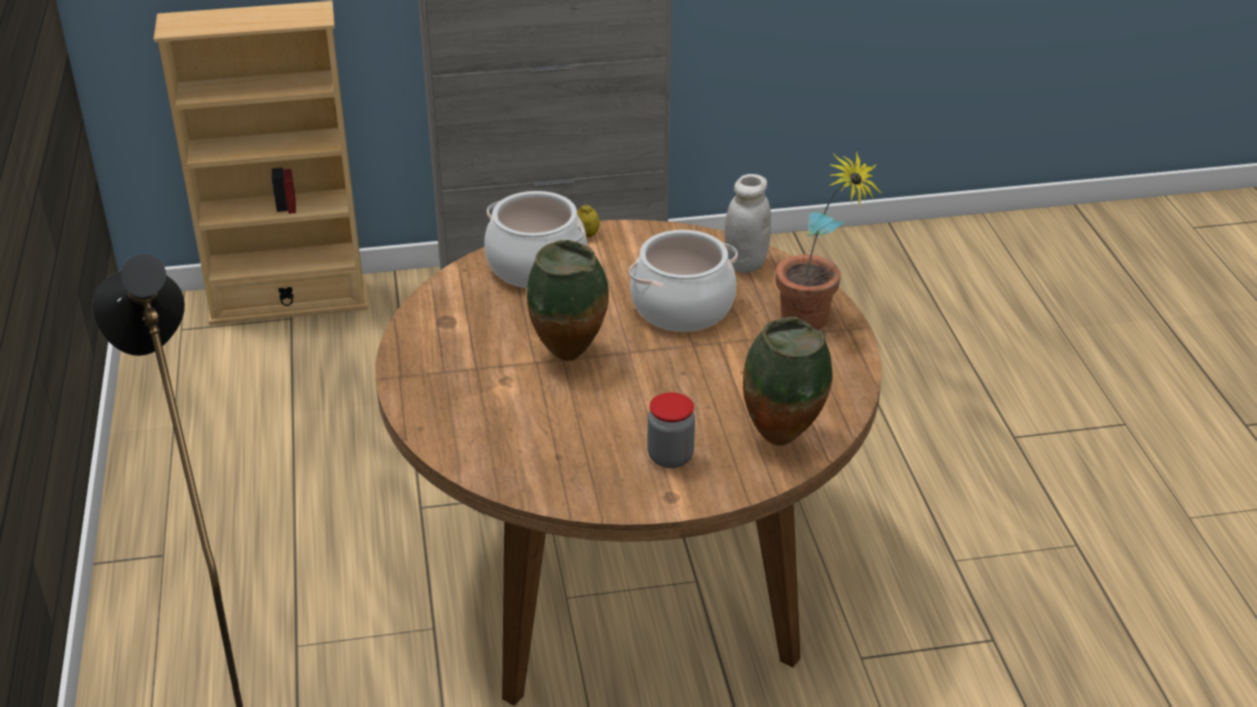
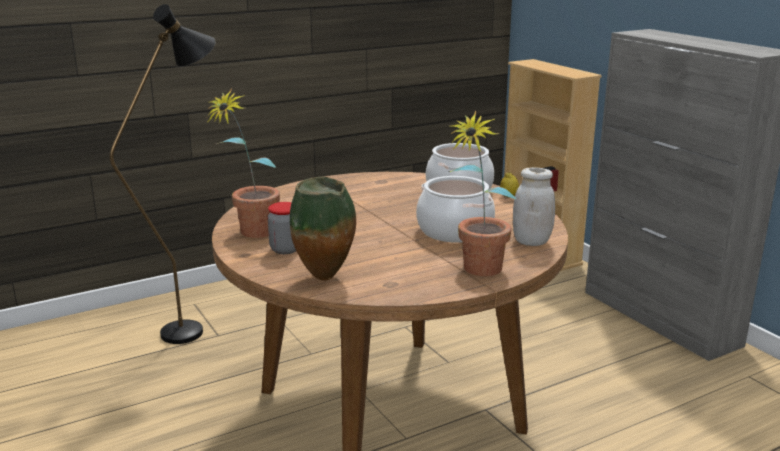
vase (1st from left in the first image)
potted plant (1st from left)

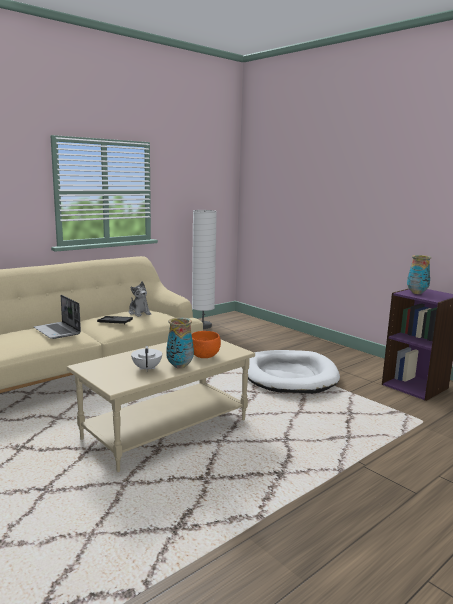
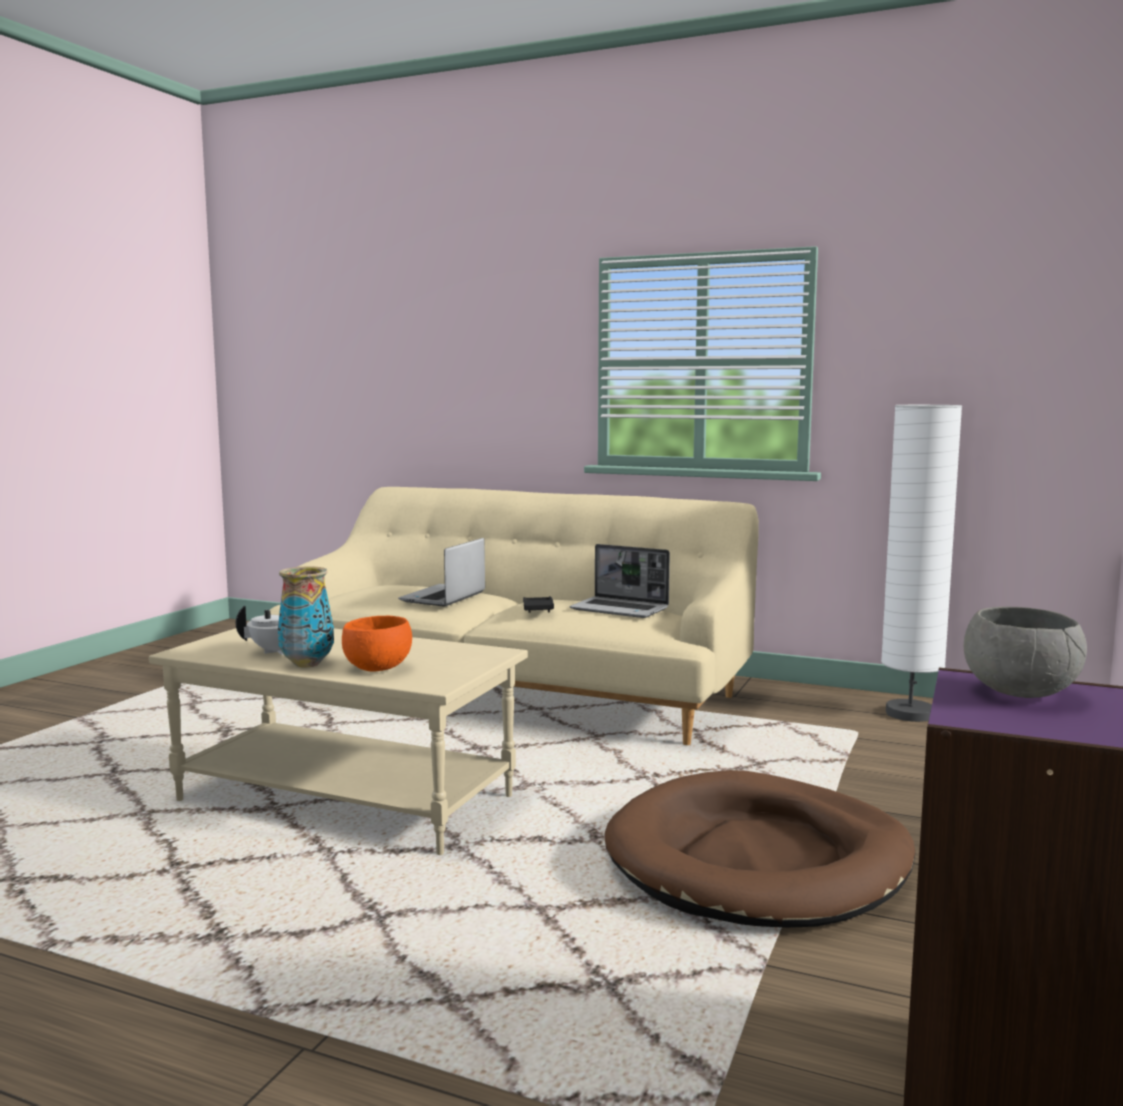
grey bowl
laptop (2nd from left)
brown dog bed

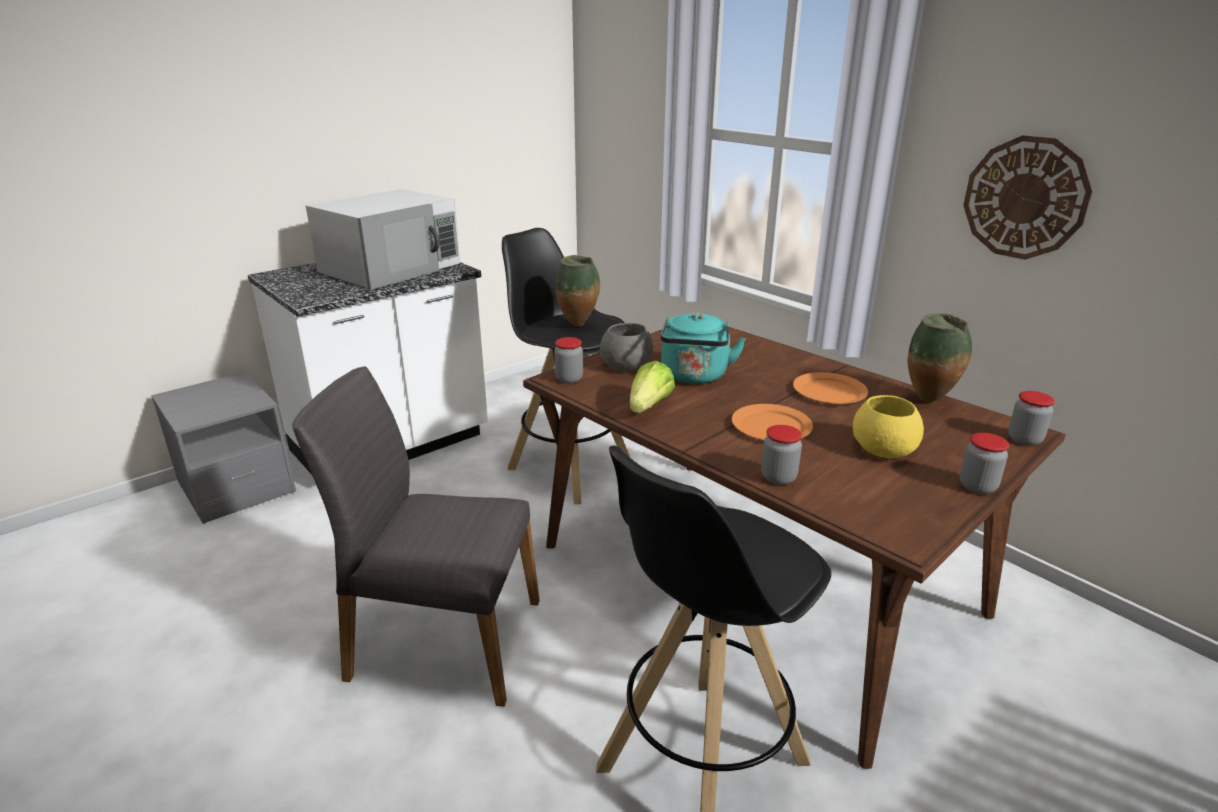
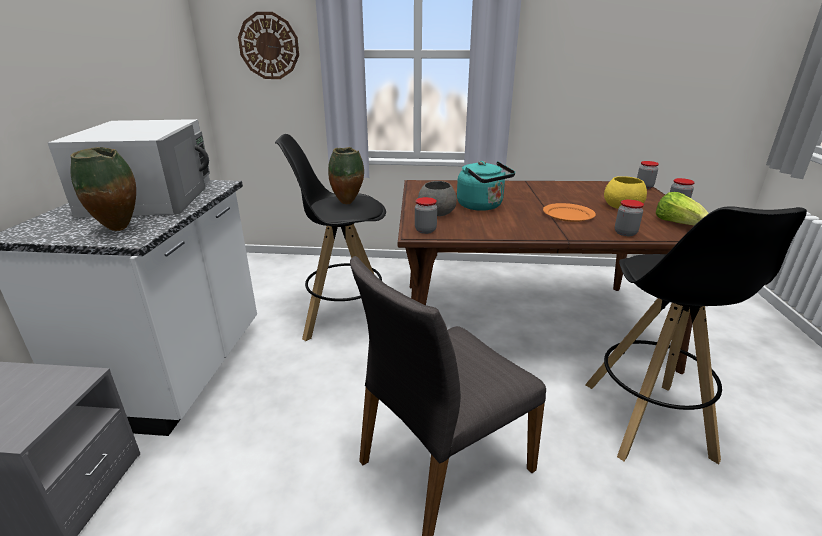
wall clock
vase (1st from left)
lettuce
orange plate (2nd from left in the first image)

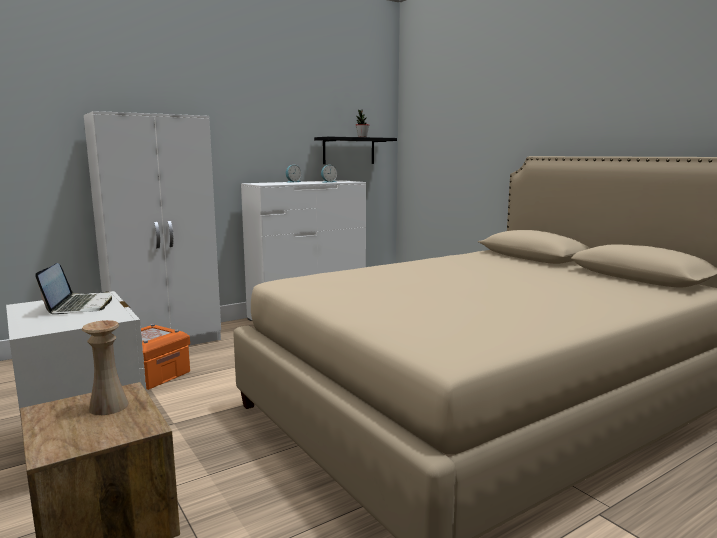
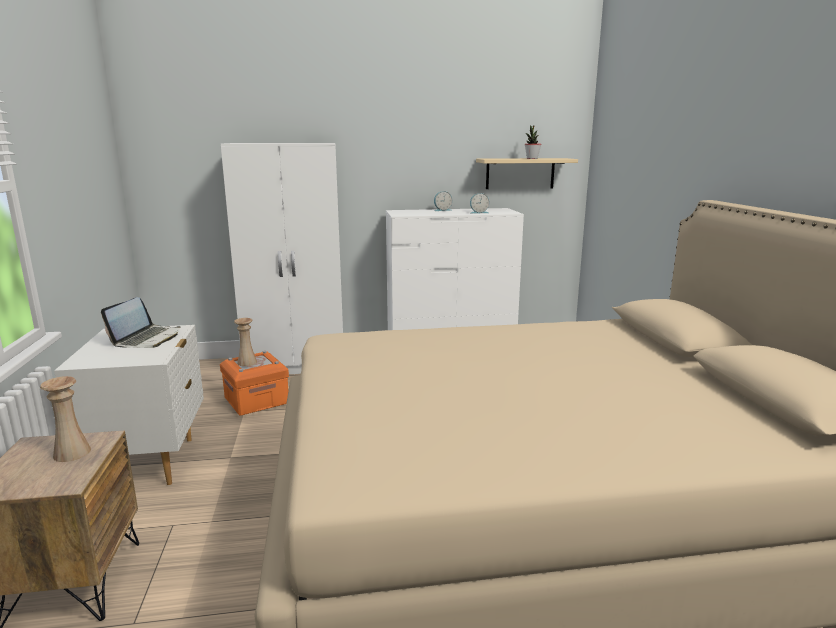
beige shelf
beige vase (2nd from left)

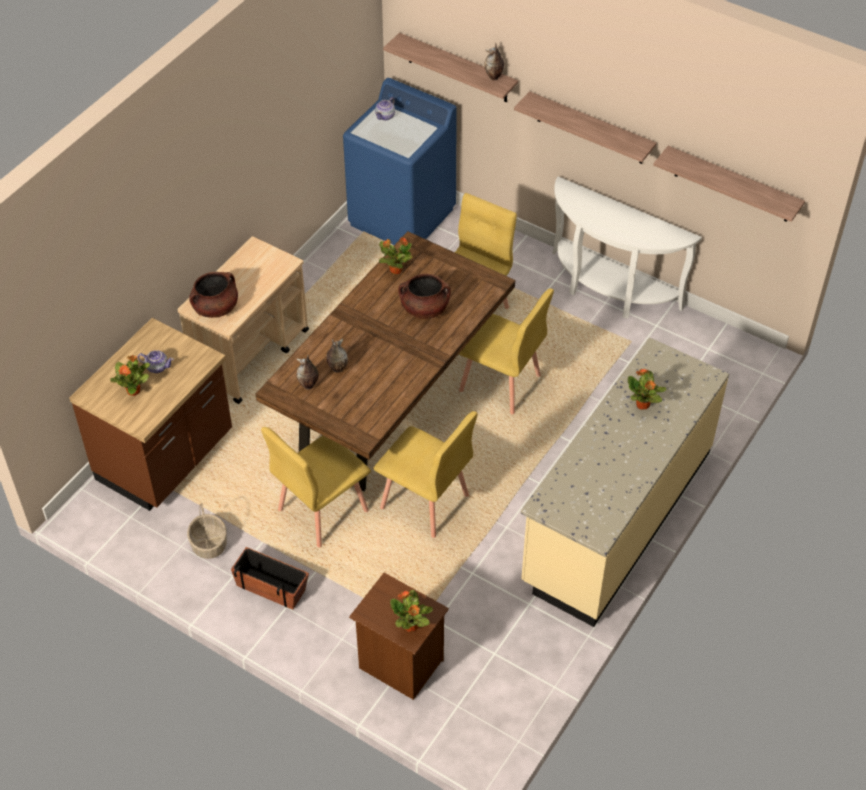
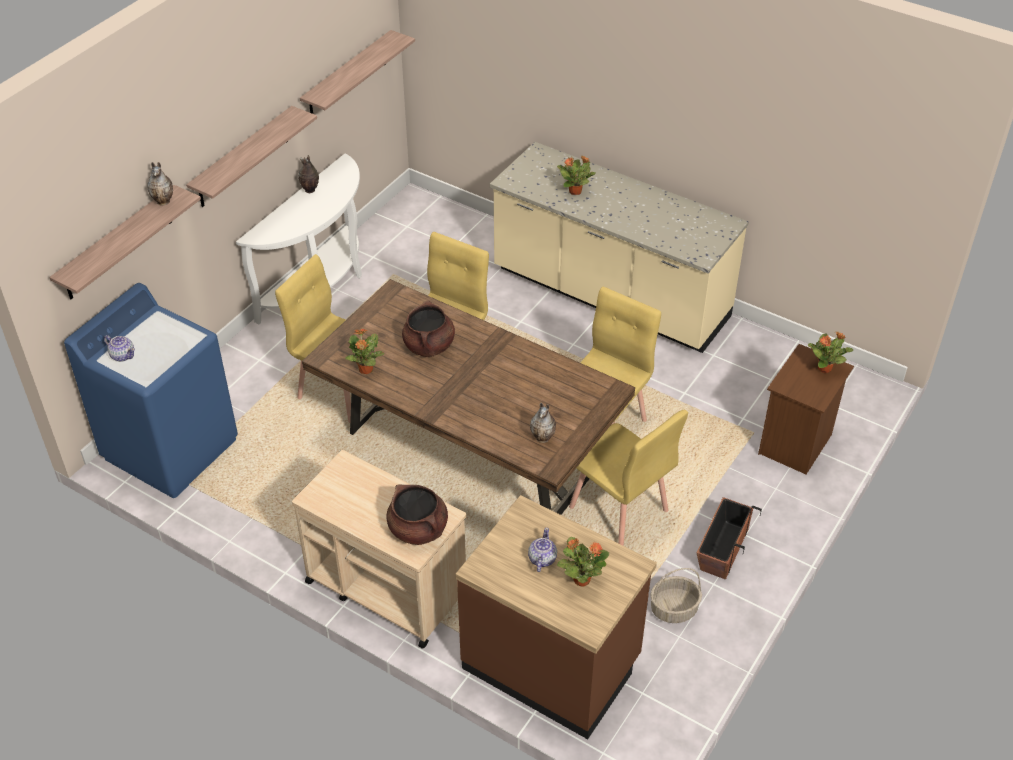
vase (2nd from left)

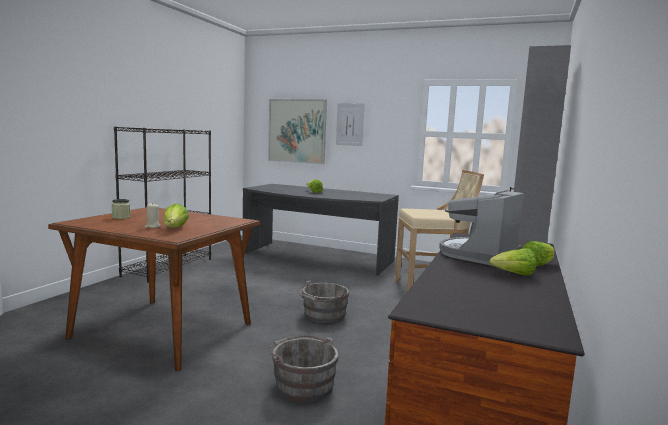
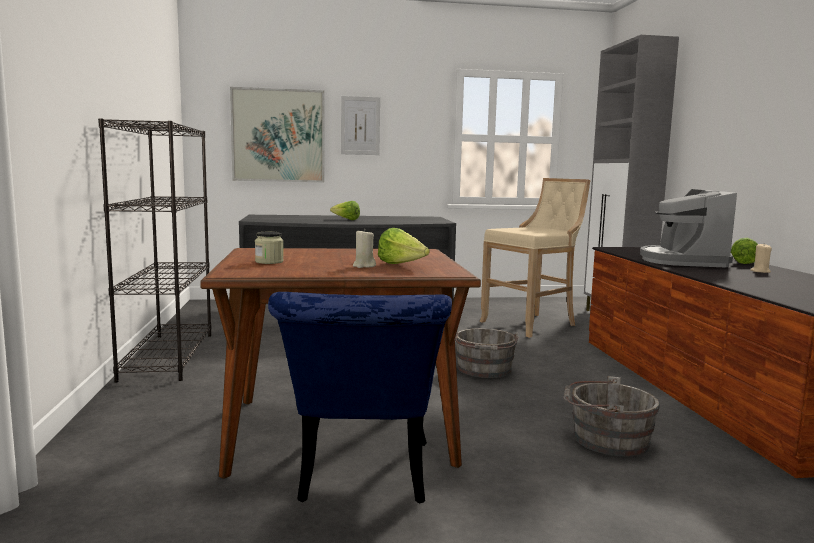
beige candle (2nd from left)
blue chair

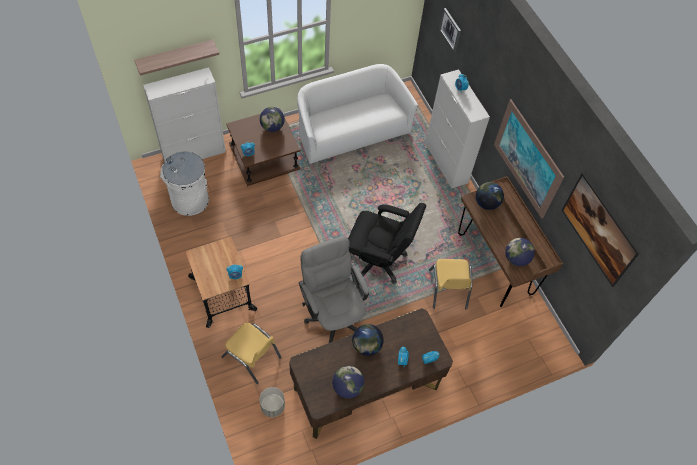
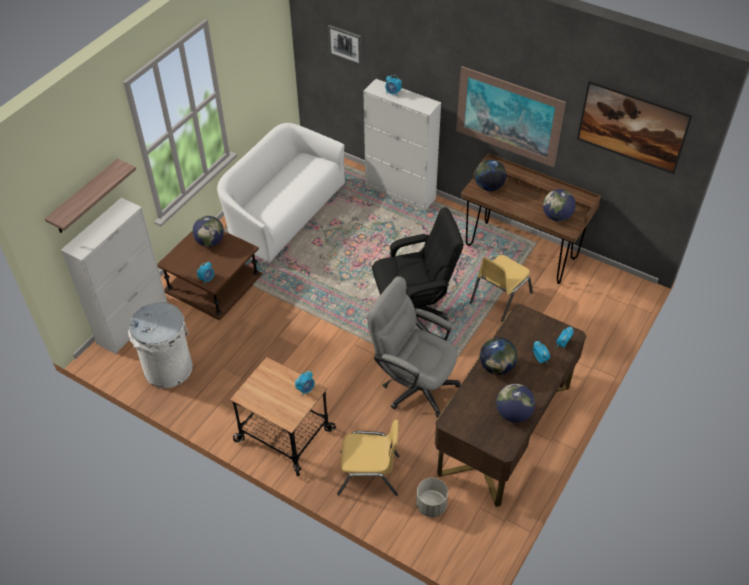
yellow chair (2nd from left)

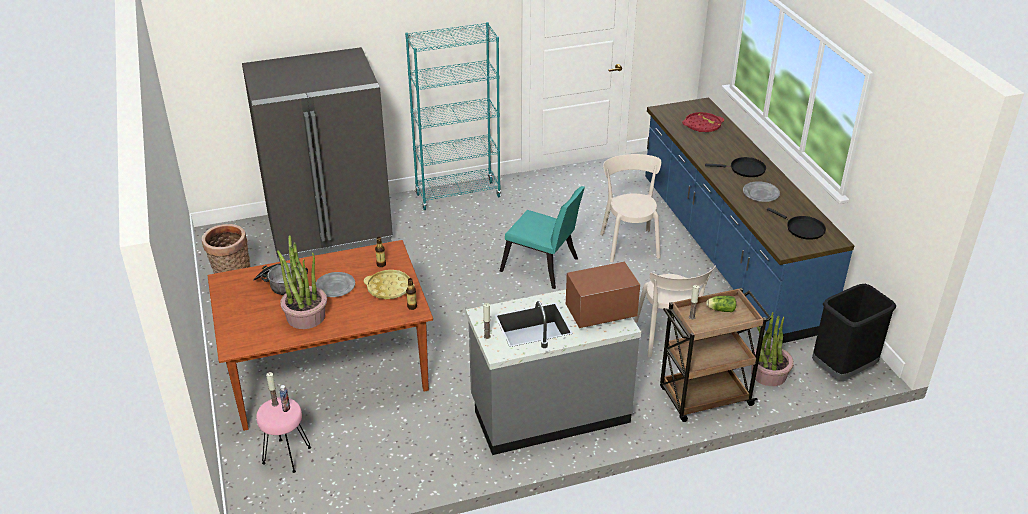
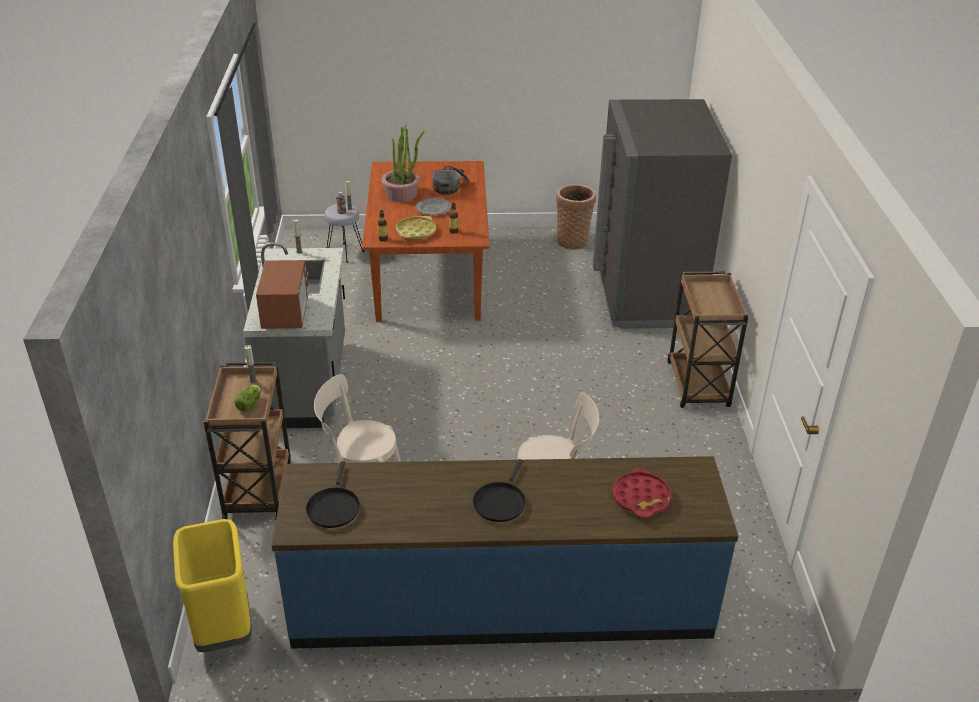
brown cart (2nd from left)
grey plate (2nd from left in the first image)
turquoise chair
black frying pan (1st from left)
yellow trash can
potted plant (2nd from left in the first image)
grey stool

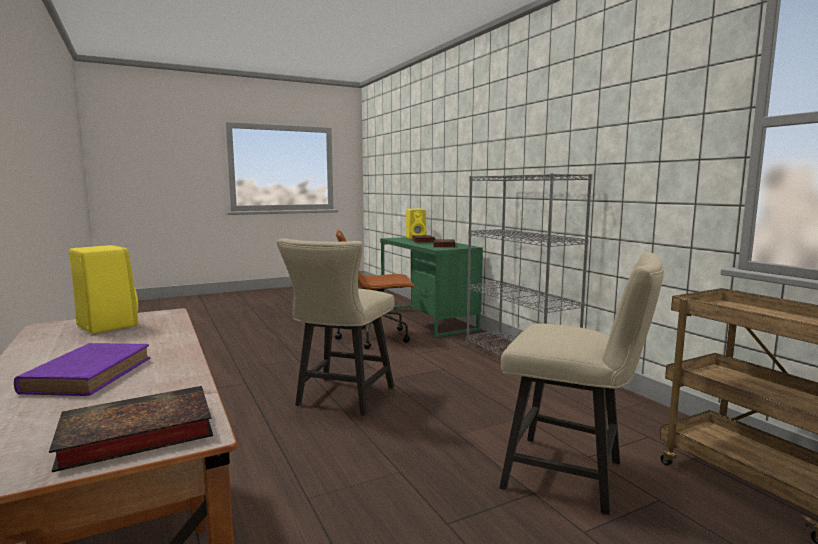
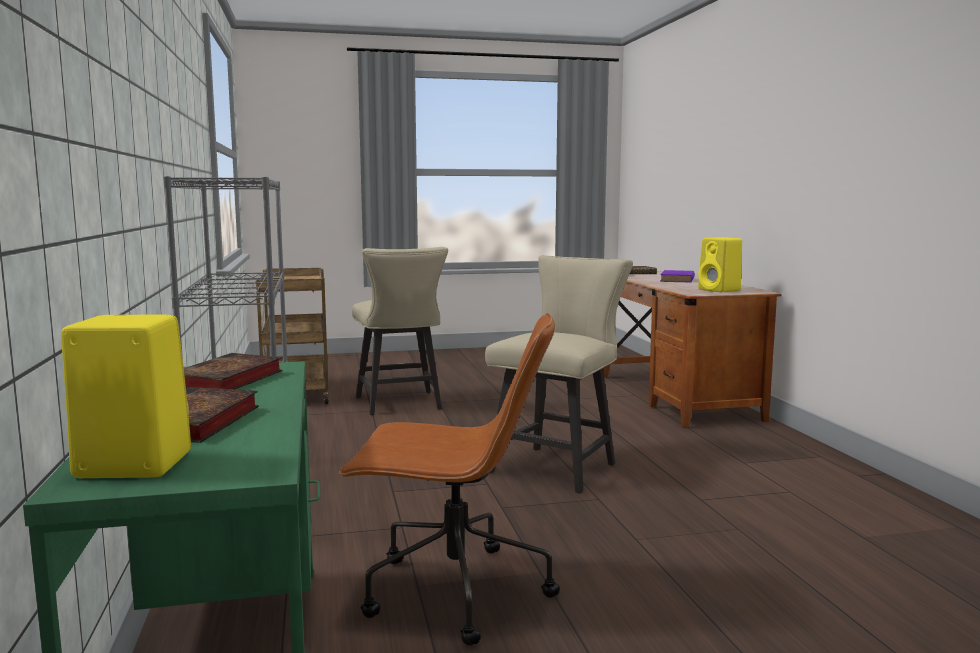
beige chair (1st from left)

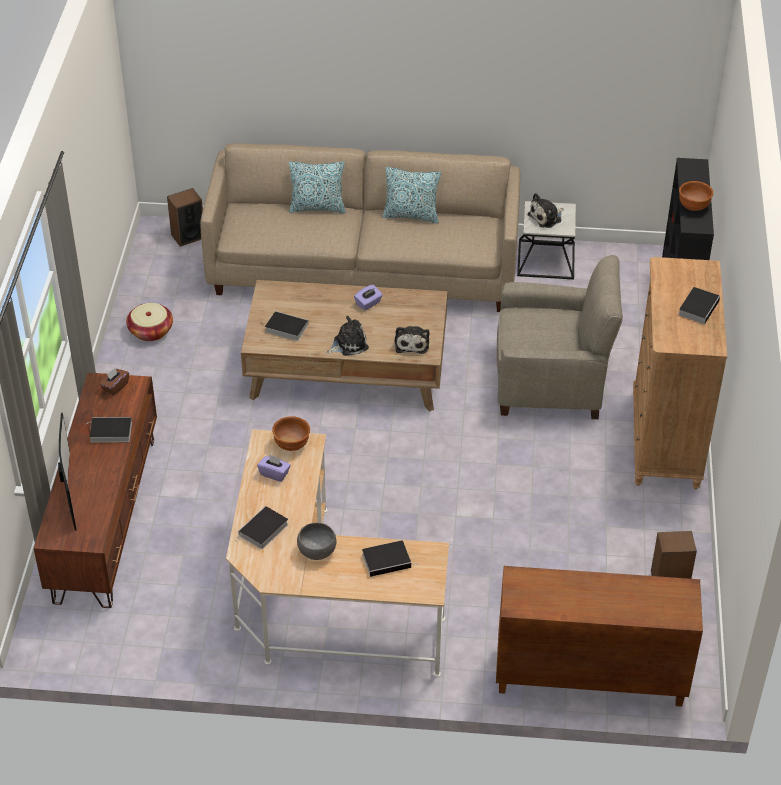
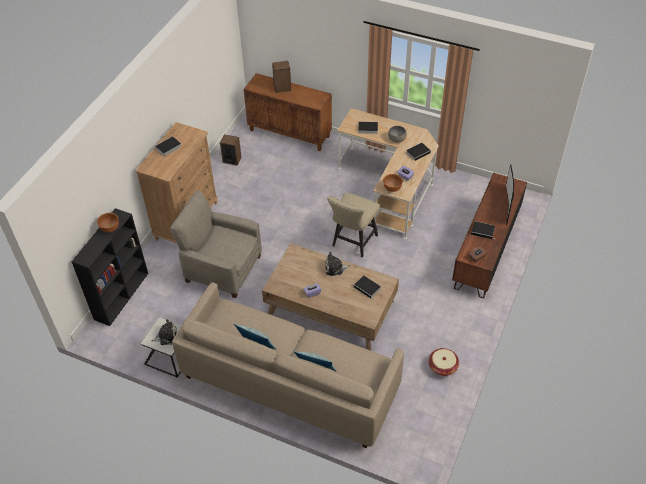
speaker (2nd from left)
plush toy (2nd from left in the first image)
beige chair

